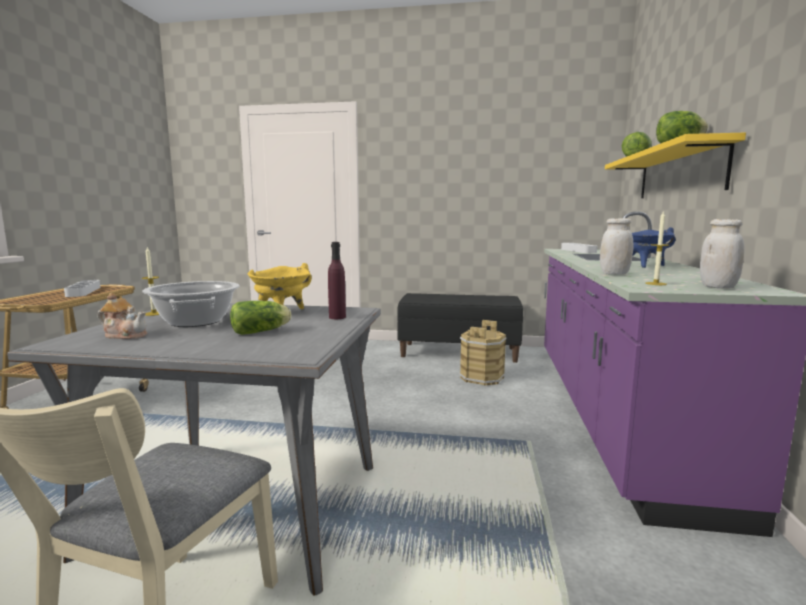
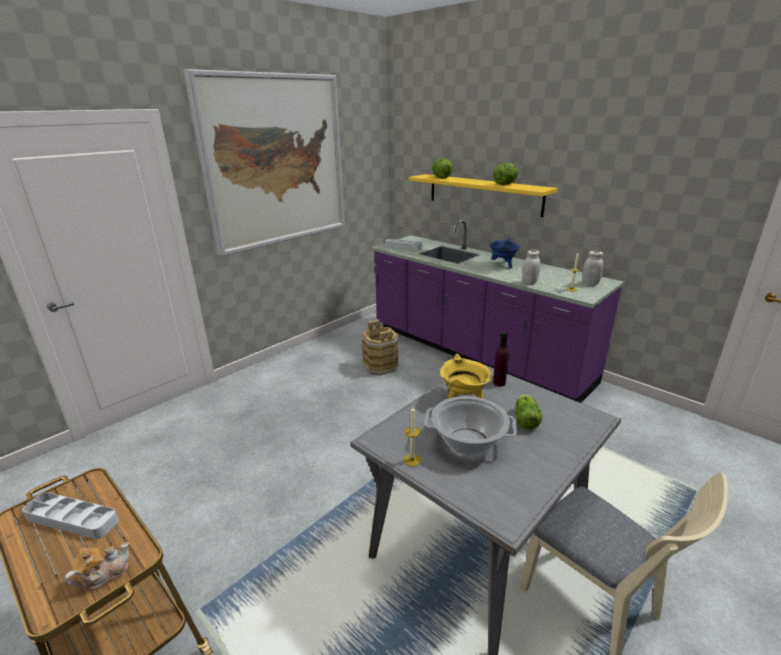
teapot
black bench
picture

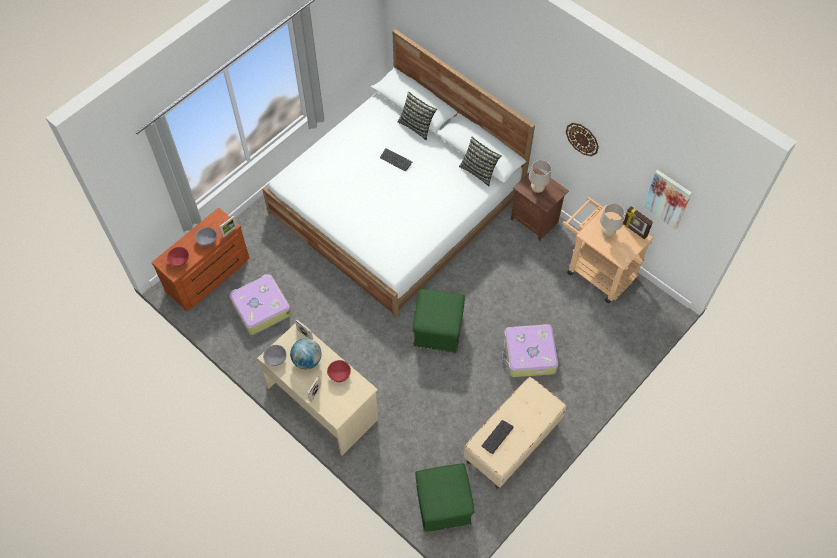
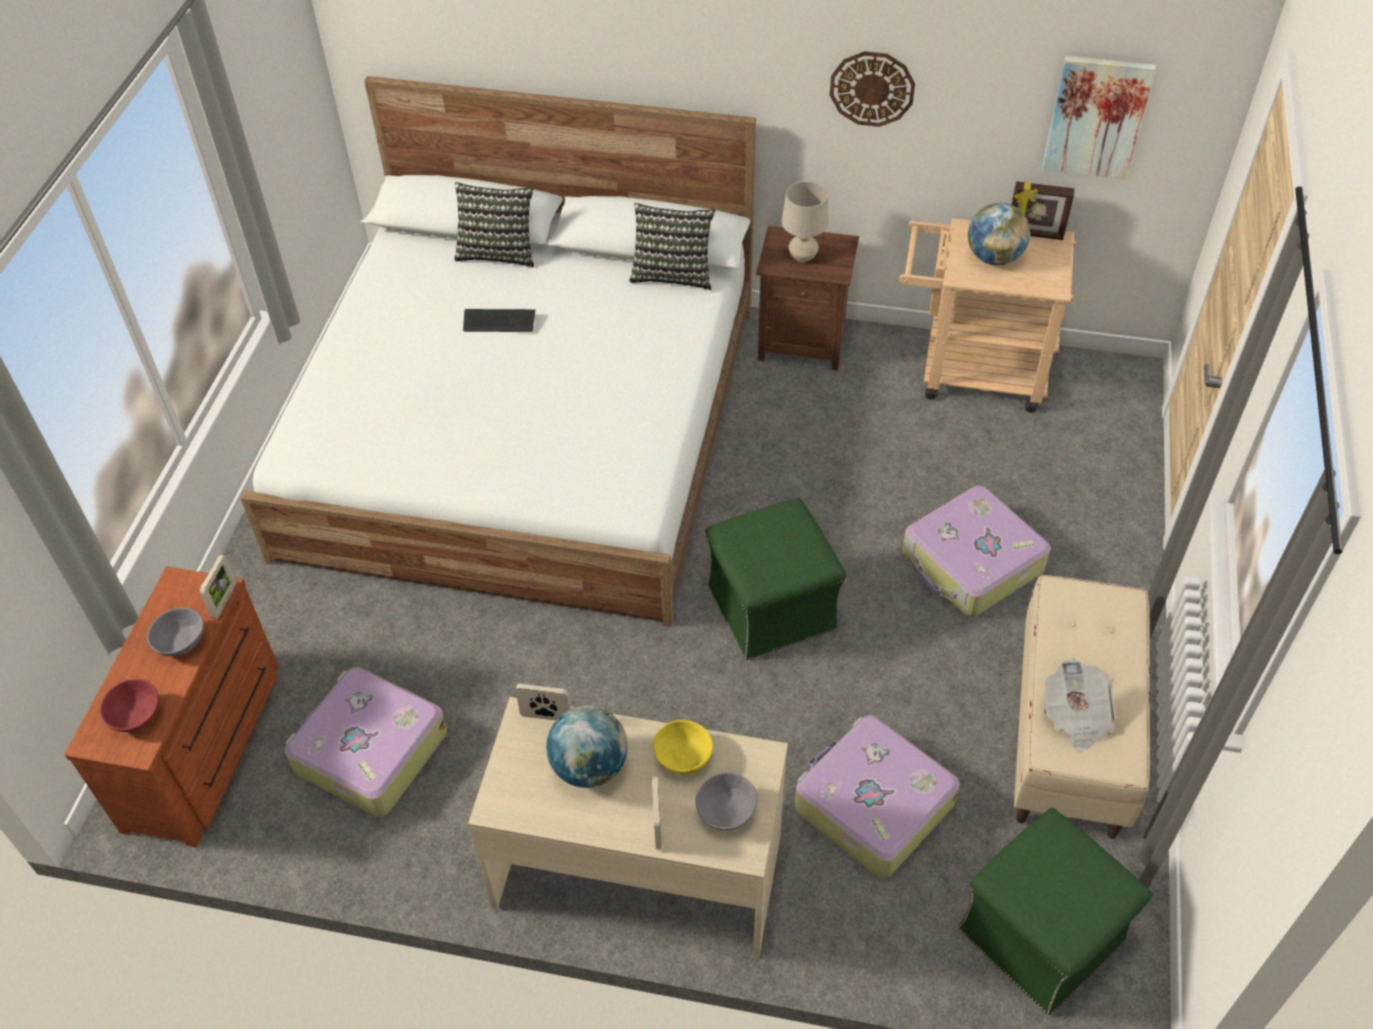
globe (2nd from left)
grey bowl (2nd from left)
yellow bowl
newspaper
suitcase (2nd from left)

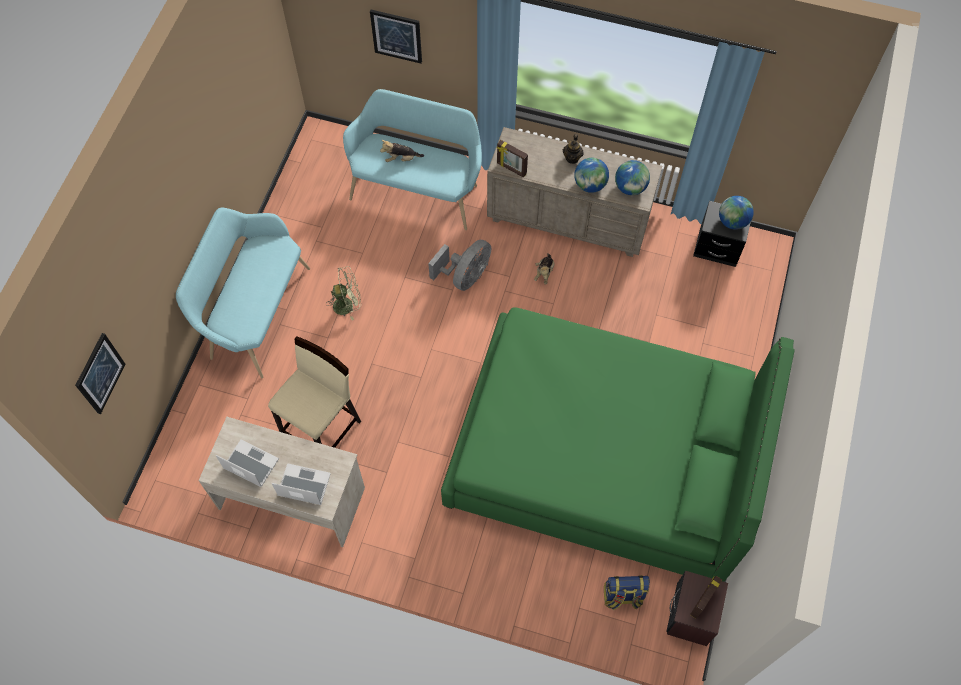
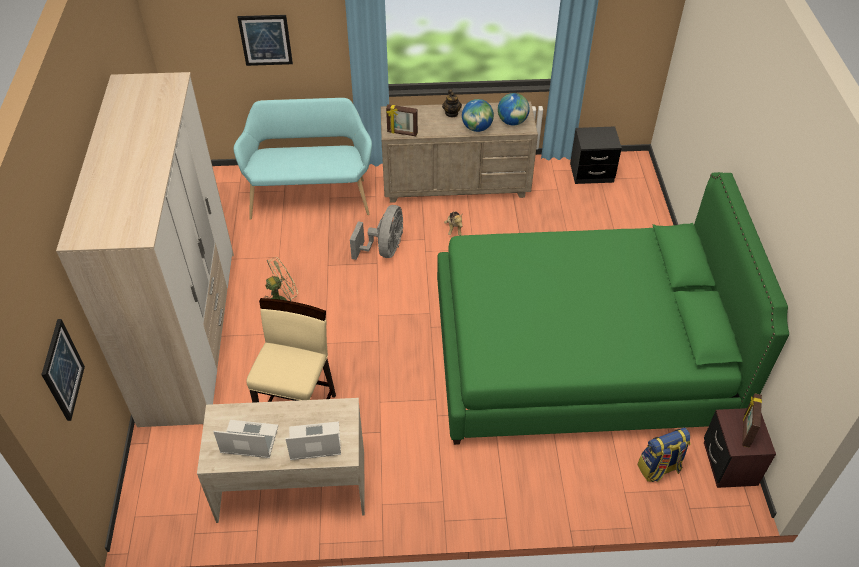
plush toy (1st from left in the first image)
globe (3rd from left in the first image)
wardrobe

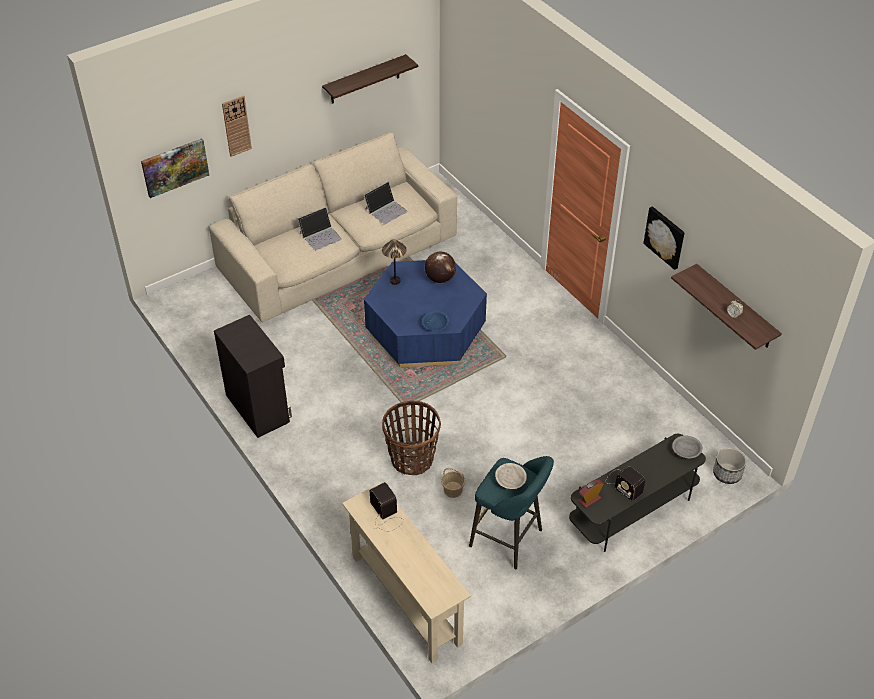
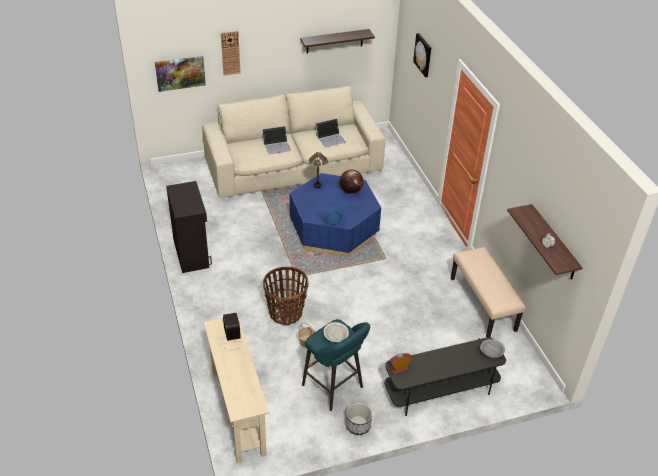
picture (2nd from left)
planter
radio (2nd from left in the first image)
beige bench

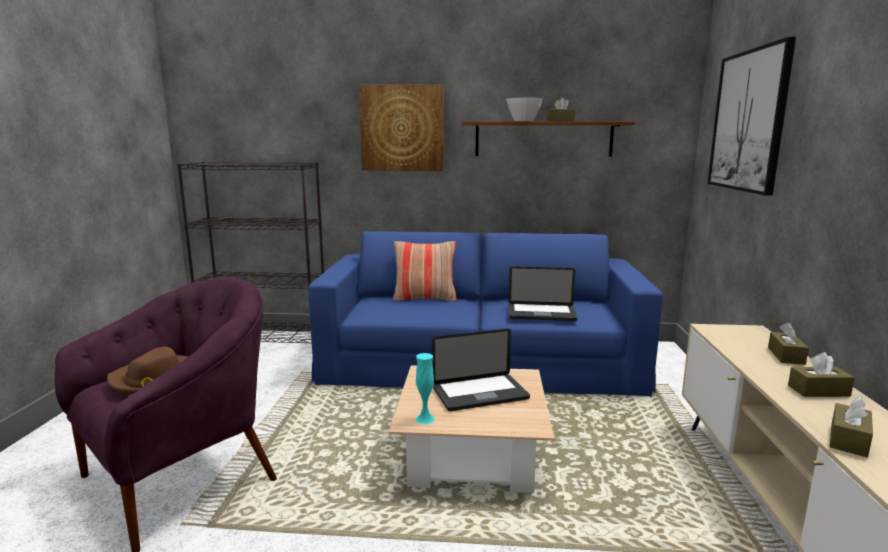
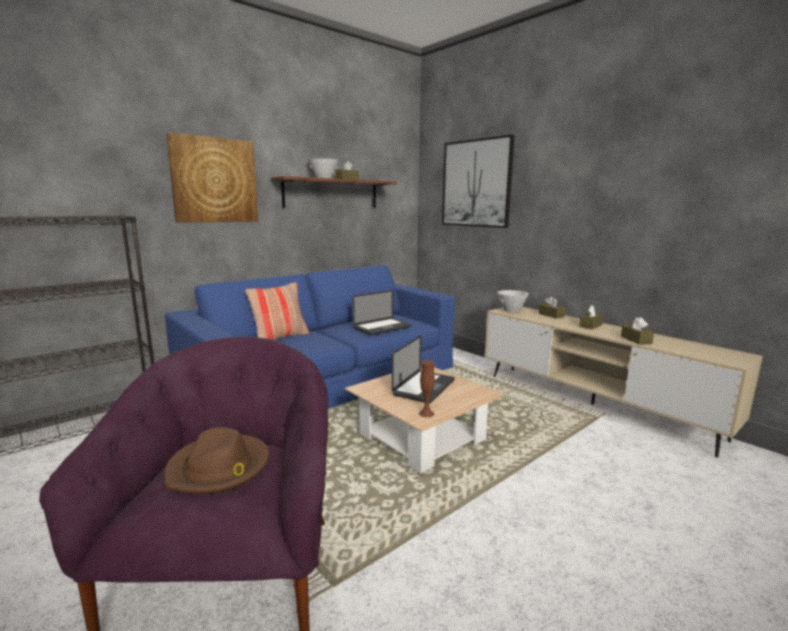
brown vase
white bowl (2nd from left)

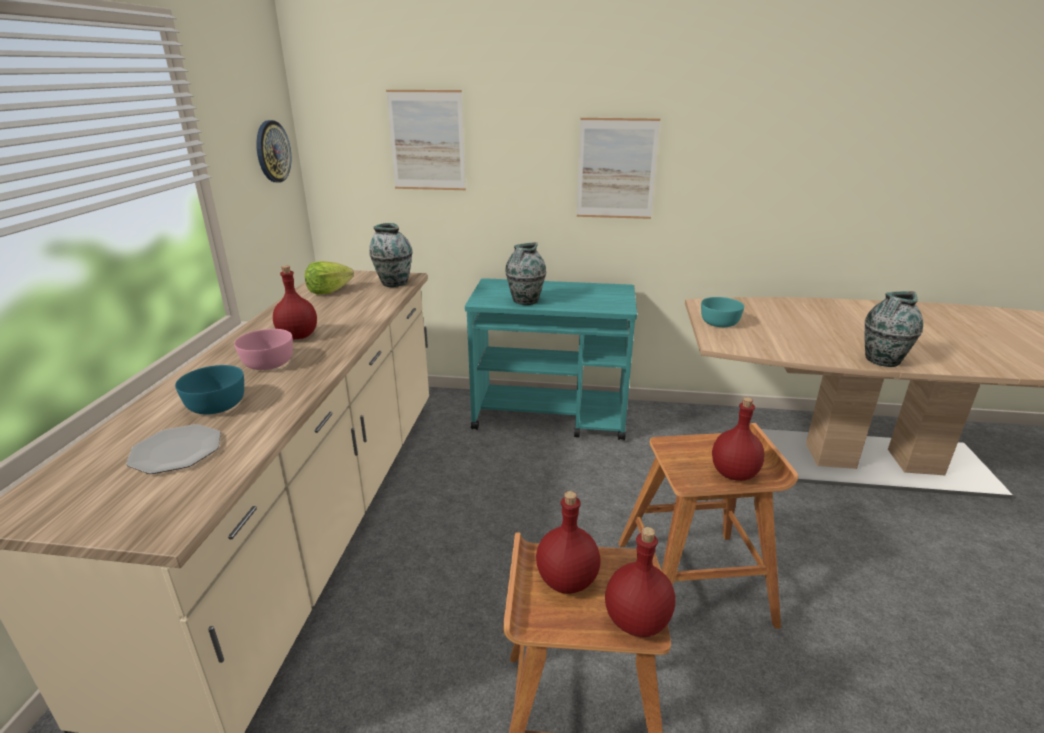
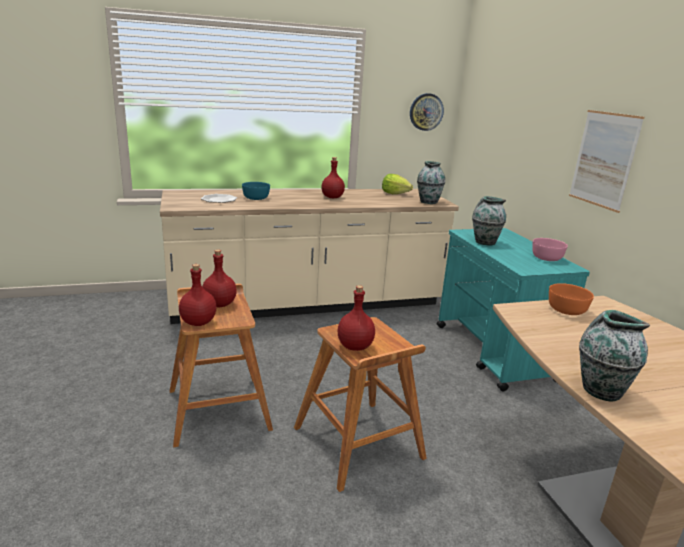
picture (1st from left in the first image)
orange bowl
pink bowl

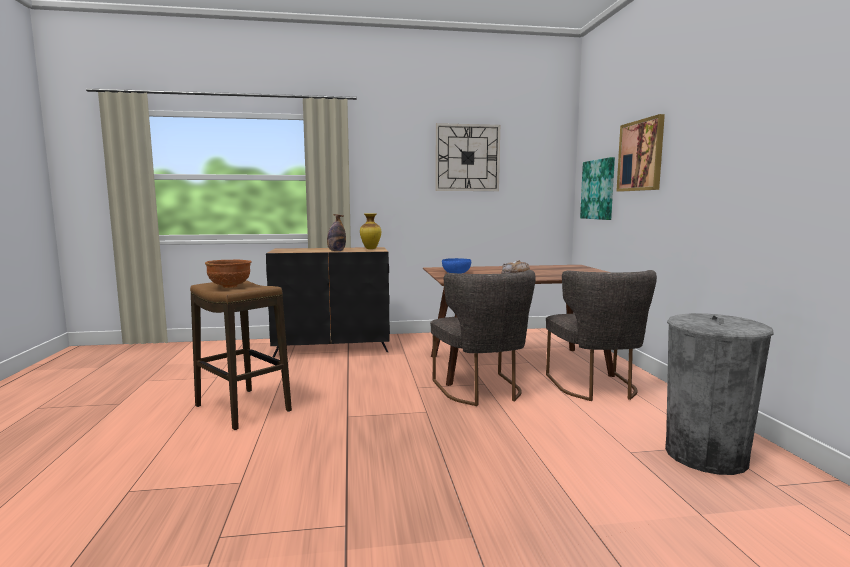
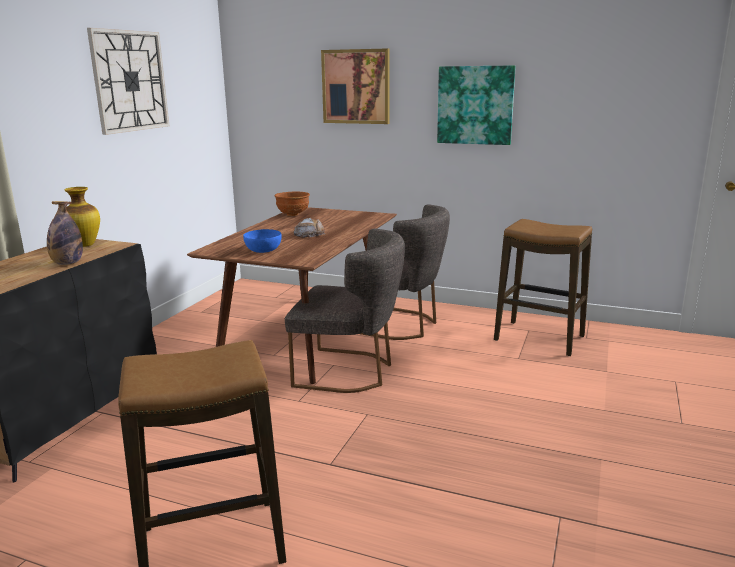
picture (2nd from left)
brown bowl
stool (2nd from left)

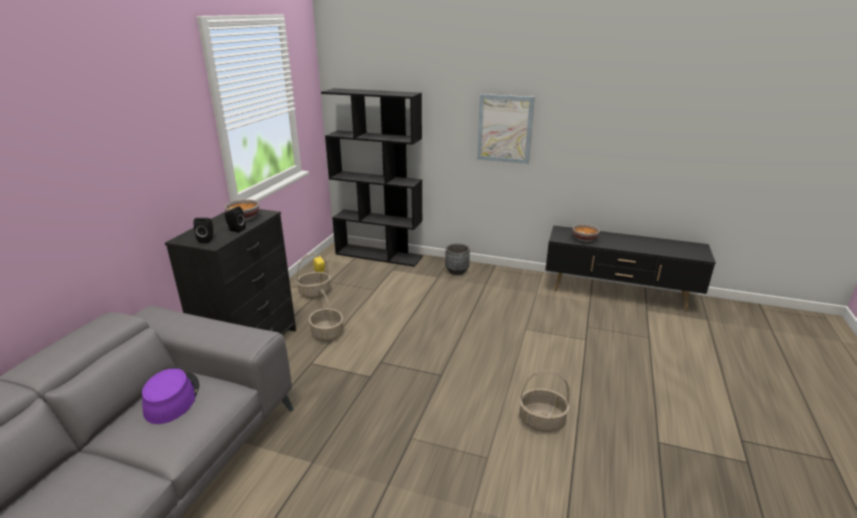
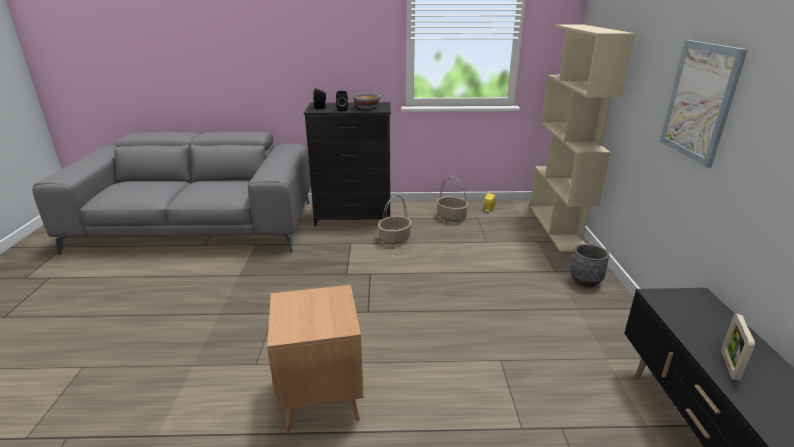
beige bookcase
bowl (2nd from left in the first image)
purple hat
brown side table
picture frame

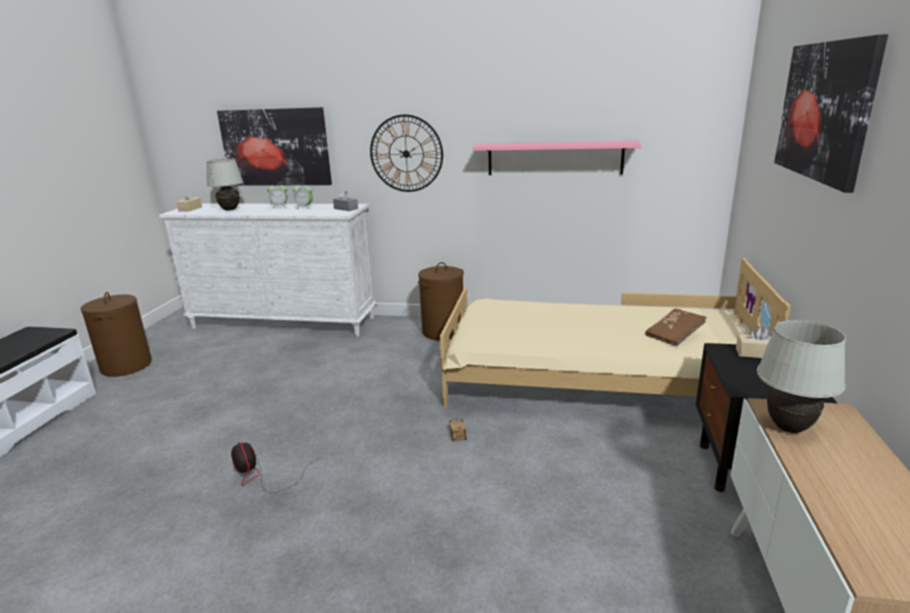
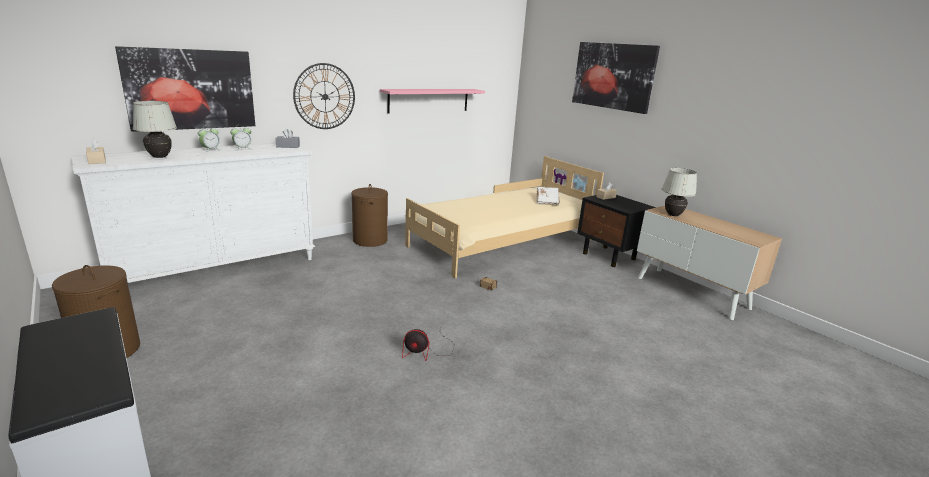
white book

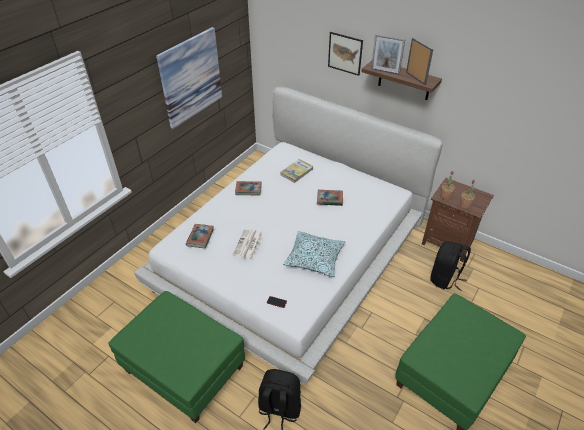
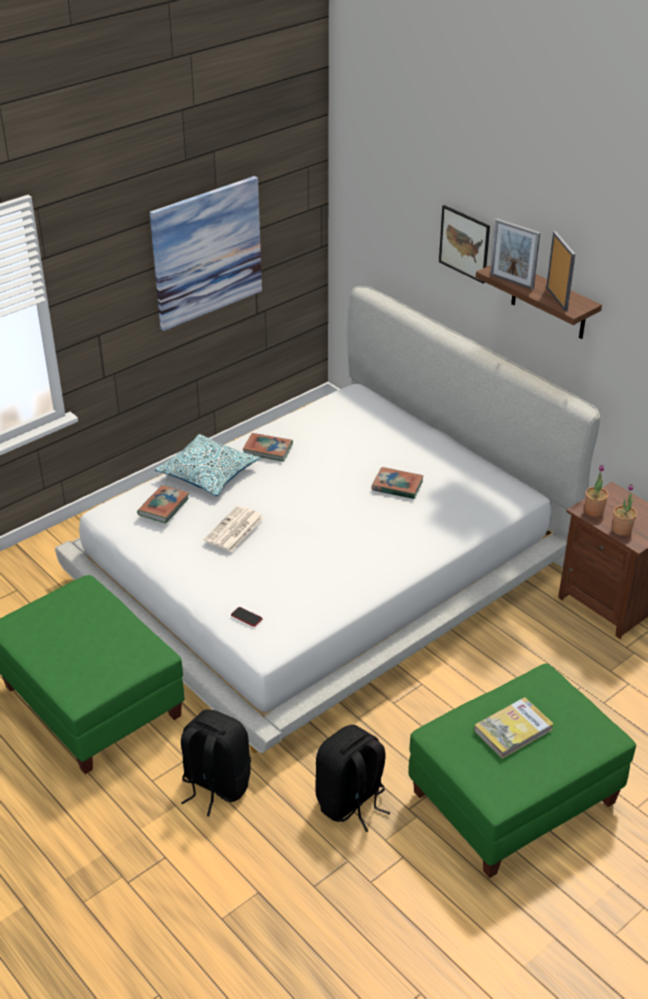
book (4th from left)
pillow
black backpack (2nd from left)

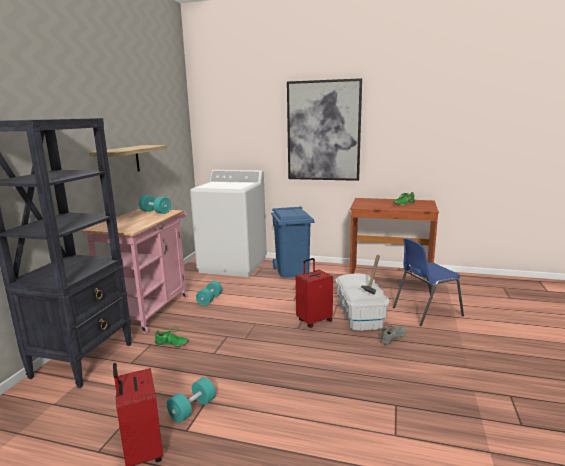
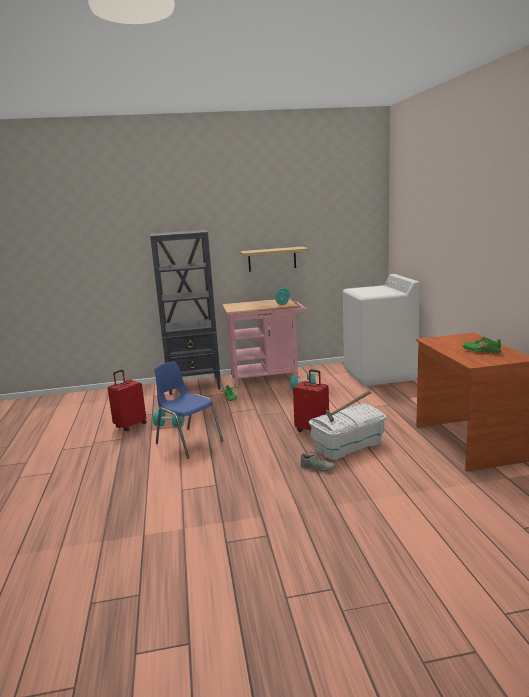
picture
blue trash can
blue chair

